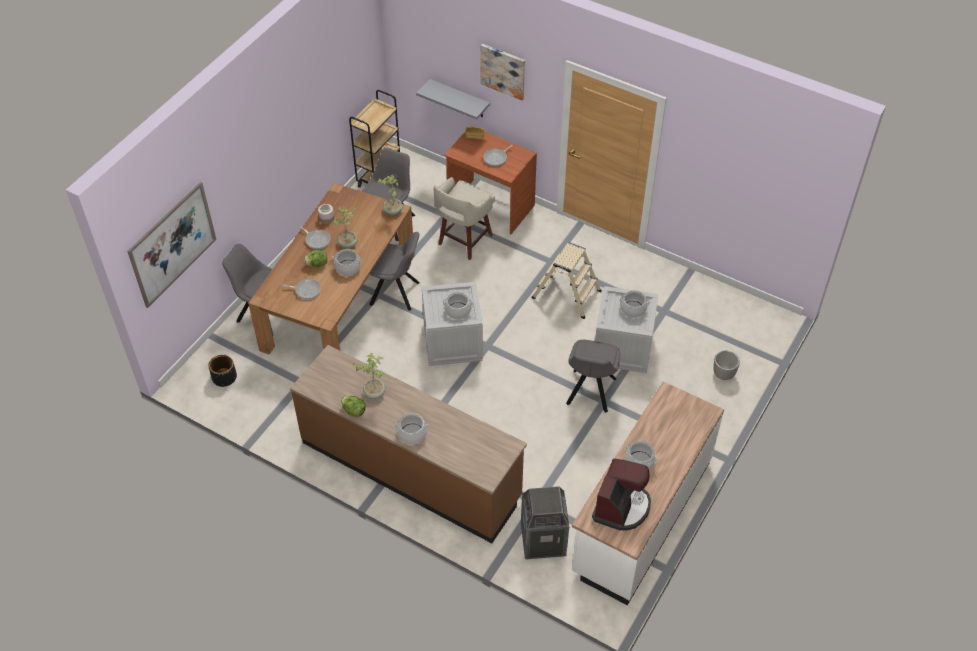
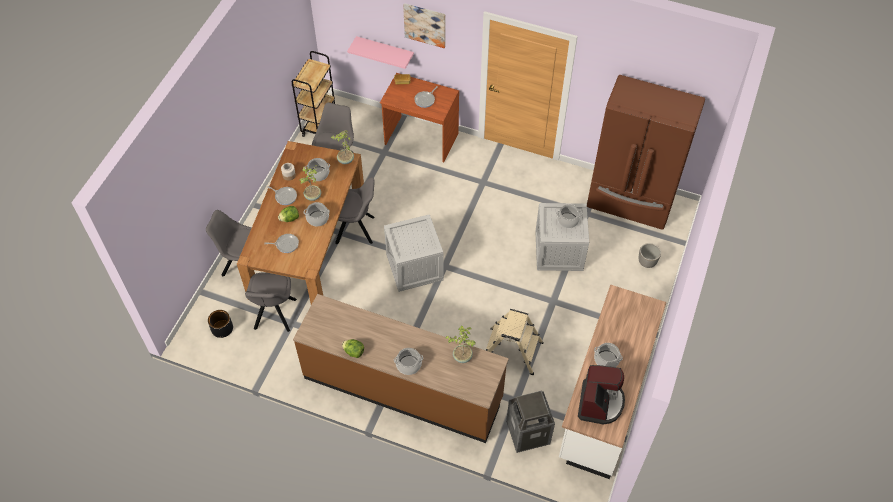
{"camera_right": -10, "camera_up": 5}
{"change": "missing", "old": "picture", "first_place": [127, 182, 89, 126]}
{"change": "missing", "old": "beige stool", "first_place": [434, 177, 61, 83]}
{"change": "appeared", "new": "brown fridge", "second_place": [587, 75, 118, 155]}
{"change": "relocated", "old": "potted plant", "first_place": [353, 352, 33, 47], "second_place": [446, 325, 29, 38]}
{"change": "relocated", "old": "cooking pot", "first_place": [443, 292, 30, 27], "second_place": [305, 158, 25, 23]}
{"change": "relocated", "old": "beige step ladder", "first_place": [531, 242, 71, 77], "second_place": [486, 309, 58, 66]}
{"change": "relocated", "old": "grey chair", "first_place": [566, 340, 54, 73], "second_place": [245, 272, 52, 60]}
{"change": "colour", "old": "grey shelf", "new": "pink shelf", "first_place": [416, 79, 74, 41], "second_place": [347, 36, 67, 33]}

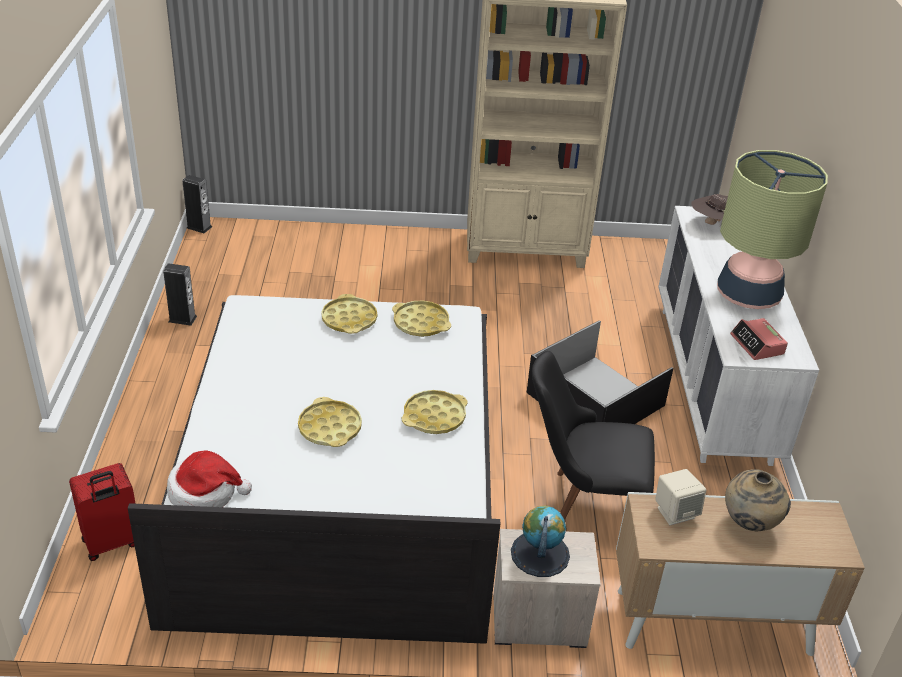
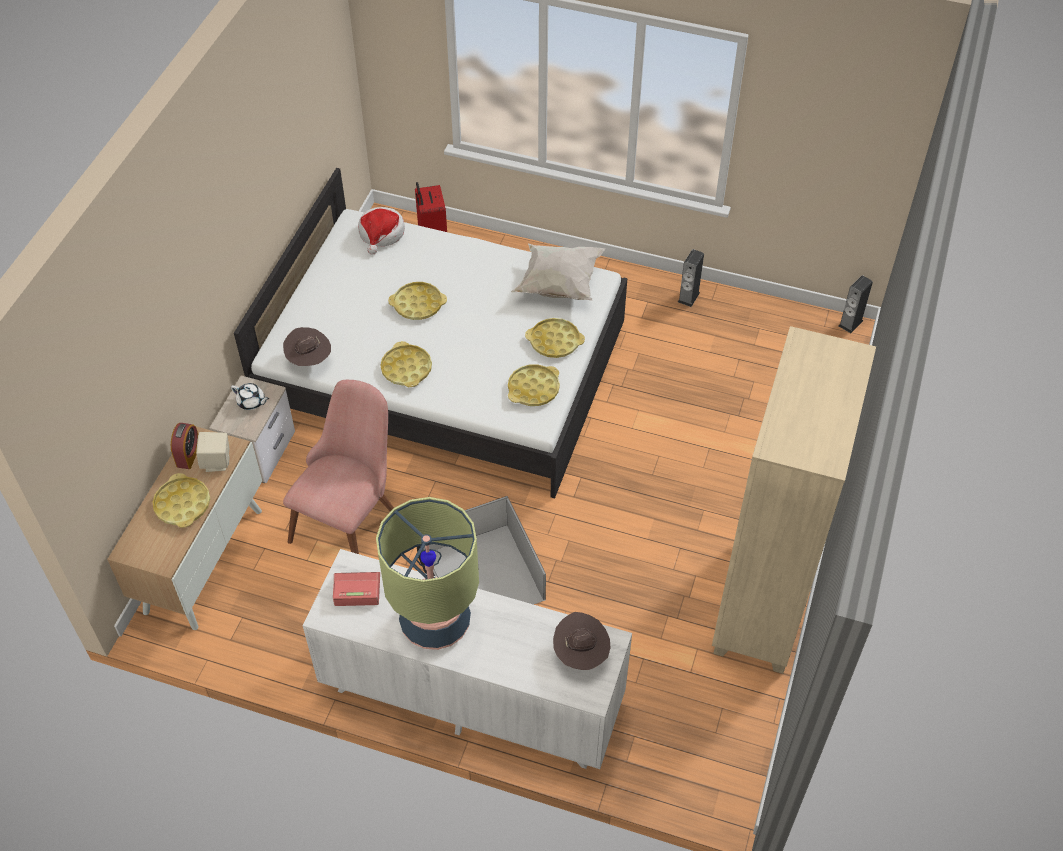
{"camera_right": 110, "camera_up": 15}
{"change": "appeared", "new": "alarm clock", "second_place": [171, 423, 27, 46]}
{"change": "appeared", "new": "brown hat", "second_place": [283, 327, 48, 39]}
{"change": "appeared", "new": "white pillow", "second_place": [511, 243, 94, 58]}
{"change": "exchanged", "old": "globe", "new": "white teapot", "first_place": [511, 506, 59, 71], "second_place": [231, 383, 38, 27]}
{"change": "exchanged", "old": "beige vase", "new": "yellow tray", "first_place": [725, 469, 66, 62], "second_place": [152, 473, 58, 55]}
{"change": "colour", "old": "black chair", "new": "pink chair", "first_place": [532, 351, 123, 169], "second_place": [283, 380, 111, 174]}

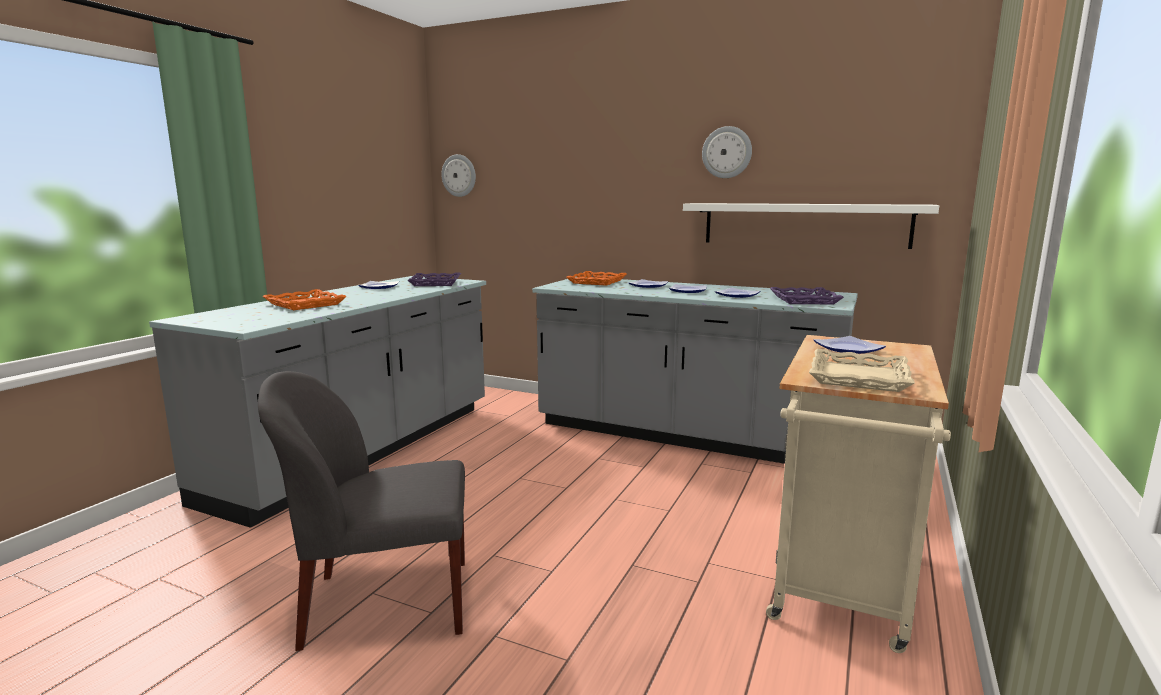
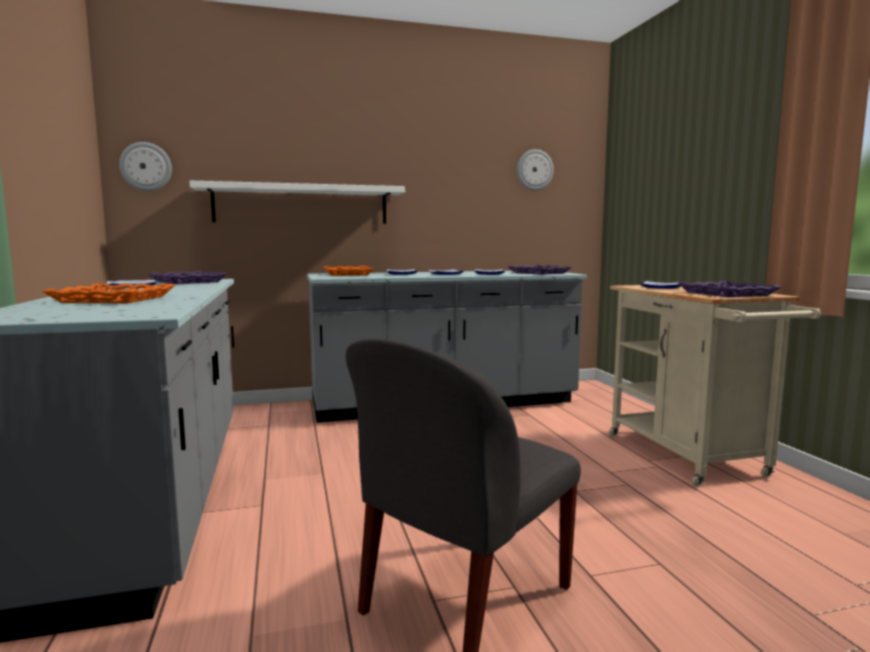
{"camera_right": -40, "camera_up": -5}
{"change": "relocated", "old": "white shelf", "first_place": [683, 203, 256, 46], "second_place": [189, 181, 216, 43]}
{"change": "relocated", "old": "wall clock", "first_place": [702, 126, 50, 52], "second_place": [517, 149, 37, 42]}
{"change": "colour", "old": "beige tray", "new": "purple tray", "first_place": [809, 349, 106, 43], "second_place": [678, 281, 103, 16]}

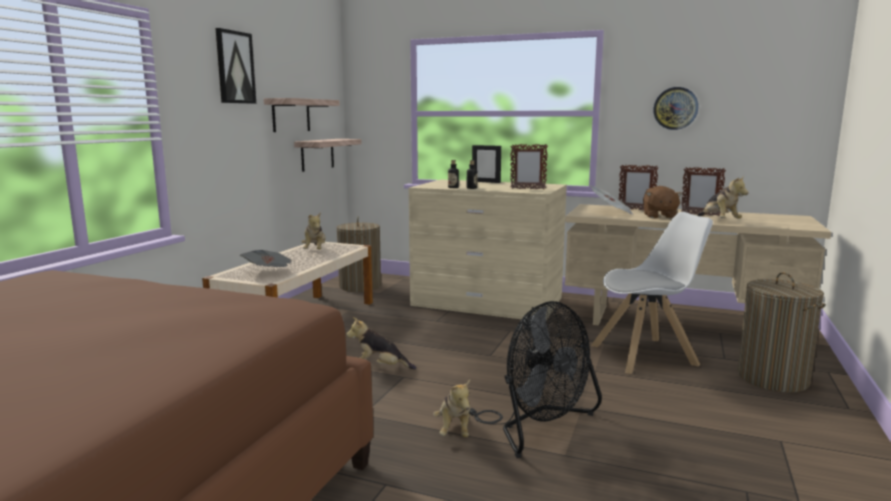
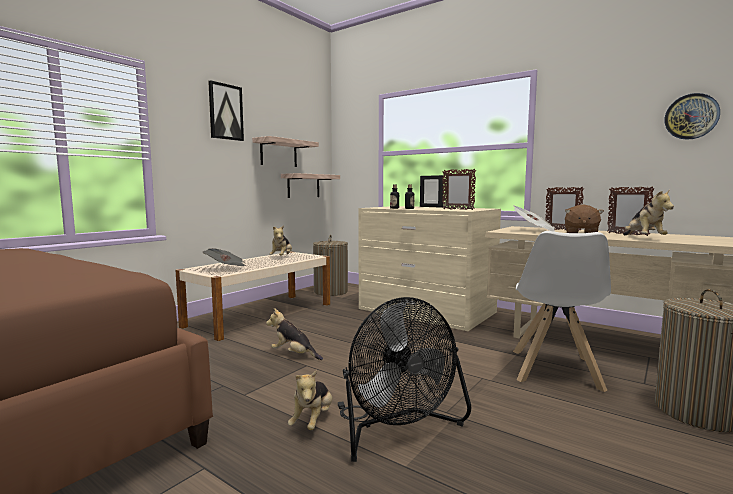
{"camera_right": 15, "camera_up": -5}
{"change": "relocated", "old": "wall clock", "first_place": [654, 87, 44, 43], "second_place": [664, 93, 56, 47]}
{"change": "spun", "old": "chair", "first_place": [591, 212, 122, 162], "second_place": [513, 231, 98, 161], "degrees": 105}

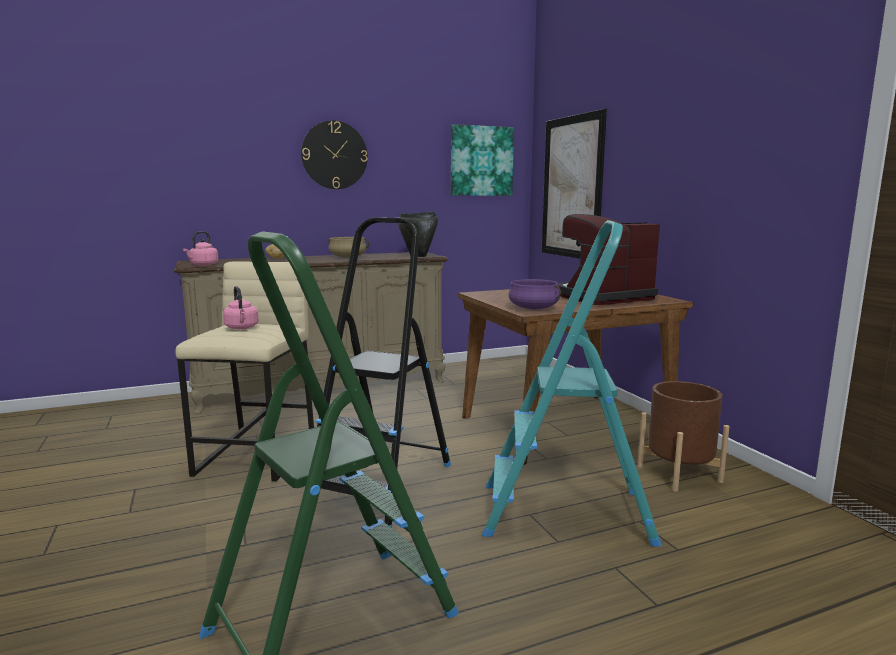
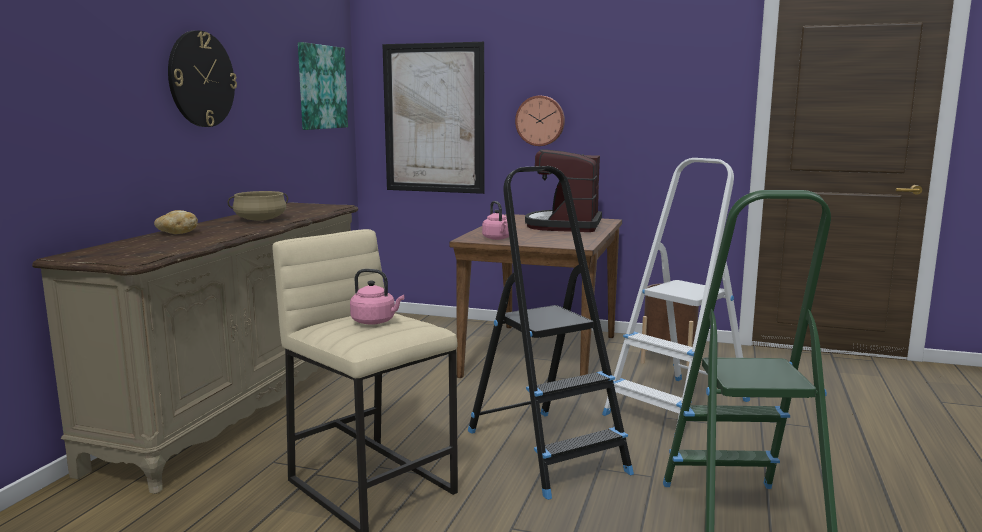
{"camera_right": -50, "camera_up": 0}
{"change": "missing", "old": "black cooking pot", "first_place": [398, 212, 40, 45]}
{"change": "missing", "old": "purple cooking pot", "first_place": [508, 279, 53, 30]}
{"change": "appeared", "new": "wall clock", "second_place": [515, 96, 50, 50]}
{"change": "relocated", "old": "pink kettle", "first_place": [183, 231, 35, 35], "second_place": [482, 201, 27, 39]}
{"change": "colour", "old": "turquoise step ladder", "new": "white step ladder", "first_place": [482, 220, 180, 327], "second_place": [602, 158, 148, 277]}

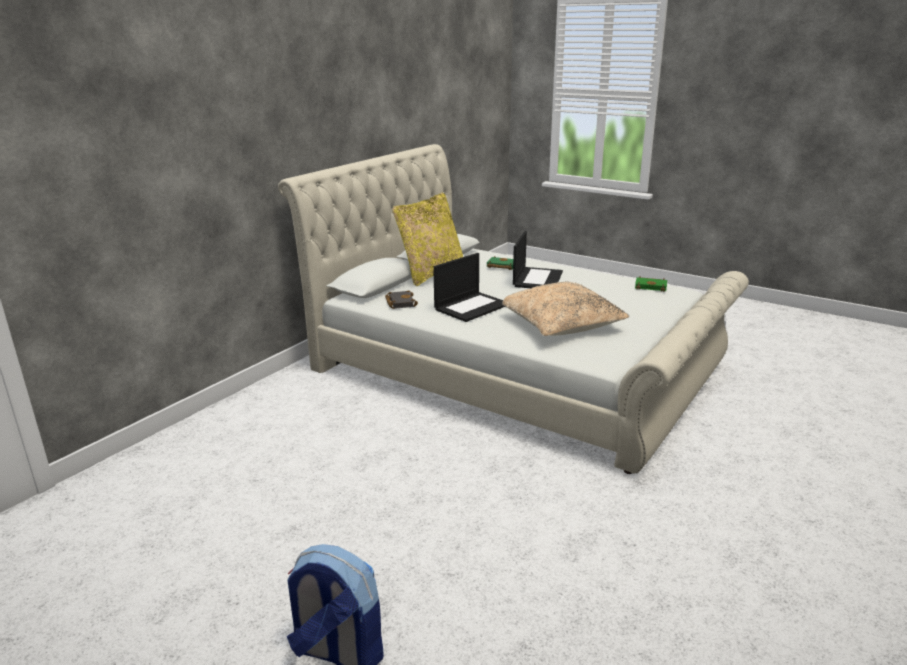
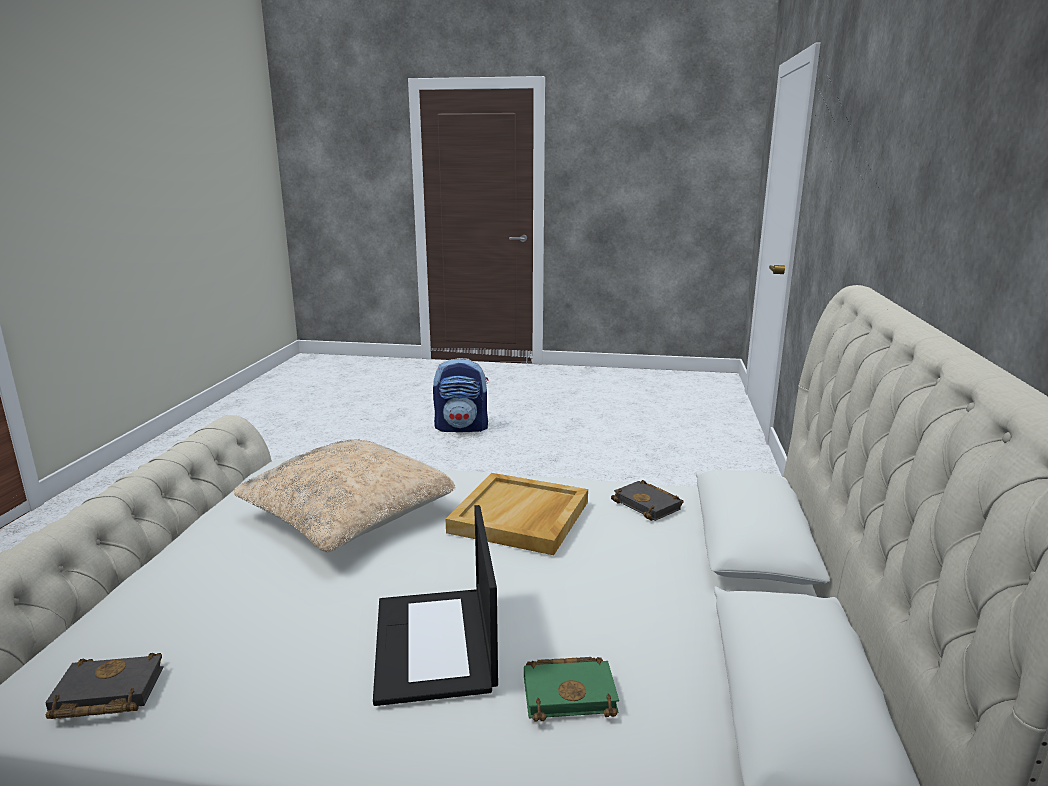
{"camera_right": 155, "camera_up": -5}
{"change": "missing", "old": "yellow pillow", "first_place": [392, 192, 71, 94]}
{"change": "exchanged", "old": "laptop", "new": "beige tray", "first_place": [433, 253, 72, 69], "second_place": [445, 473, 143, 82]}
{"change": "colour", "old": "green book", "new": "black book", "first_place": [635, 276, 32, 16], "second_place": [45, 653, 119, 66]}

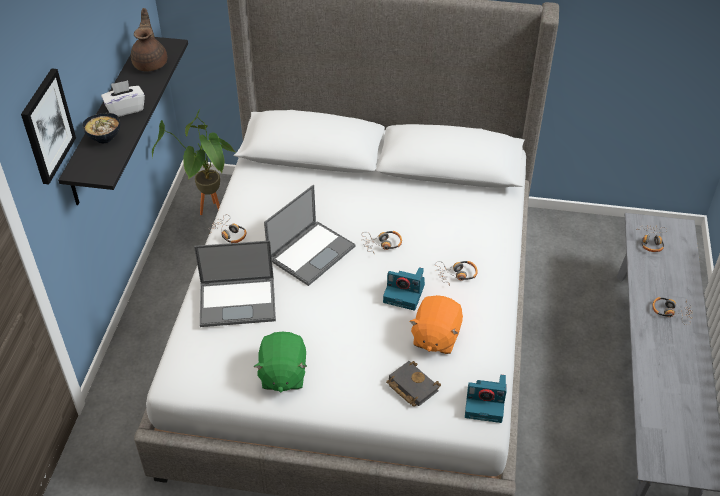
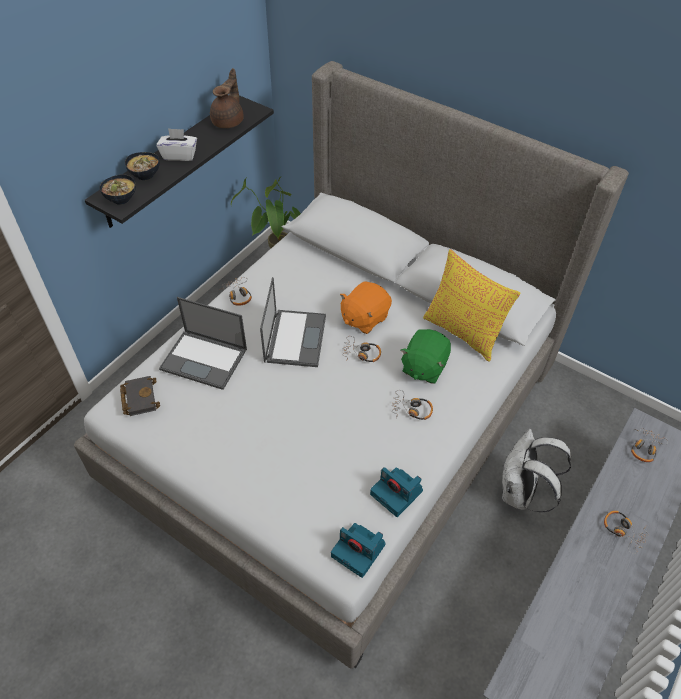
{"camera_right": 25, "camera_up": 5}
{"change": "missing", "old": "picture", "first_place": [21, 68, 55, 116]}
{"change": "appeared", "new": "bowl", "second_place": [99, 174, 37, 31]}
{"change": "appeared", "new": "yellow pillow", "second_place": [423, 249, 97, 113]}
{"change": "appeared", "new": "white backpack", "second_place": [502, 429, 69, 83]}
{"change": "relocated", "old": "green plush toy", "first_place": [254, 332, 53, 60], "second_place": [400, 329, 51, 54]}
{"change": "relocated", "old": "photo camera", "first_place": [383, 267, 42, 44], "second_place": [370, 467, 53, 50]}
{"change": "relocated", "old": "black book", "first_place": [386, 361, 55, 46], "second_place": [120, 376, 40, 40]}
{"change": "relocated", "old": "orange plush toy", "first_place": [409, 295, 54, 59], "second_place": [340, 281, 52, 53]}
{"change": "spun", "old": "laptop", "first_place": [264, 185, 91, 101], "second_place": [260, 277, 66, 90], "degrees": -60}

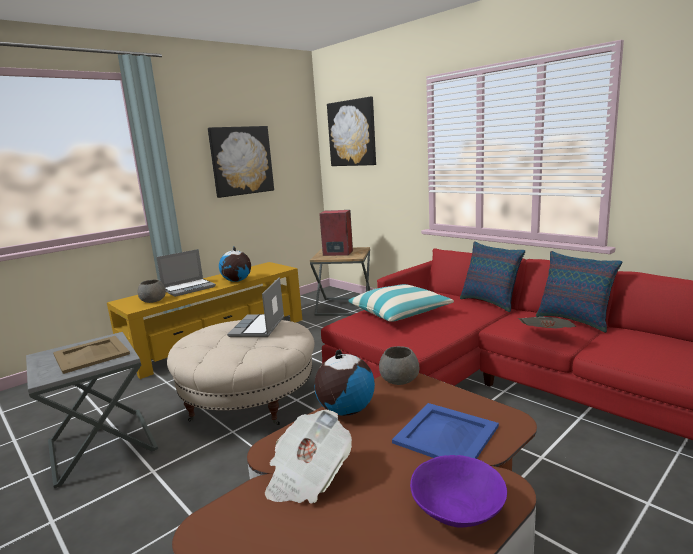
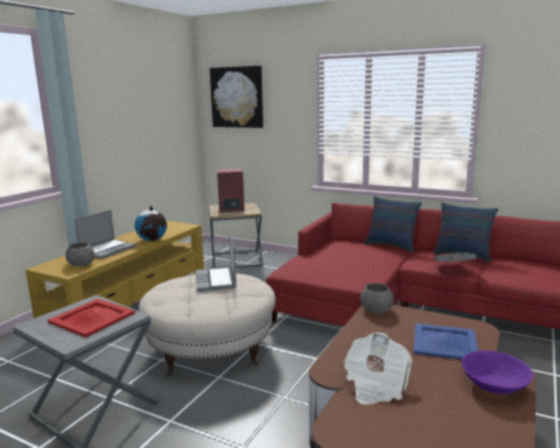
{"camera_right": -20, "camera_up": 0}
{"change": "missing", "old": "picture", "first_place": [208, 126, 66, 72]}
{"change": "missing", "old": "globe", "first_place": [314, 350, 61, 66]}
{"change": "missing", "old": "pillow", "first_place": [348, 284, 106, 38]}
{"change": "colour", "old": "beige tray", "new": "red tray", "first_place": [53, 336, 77, 38], "second_place": [48, 299, 87, 38]}

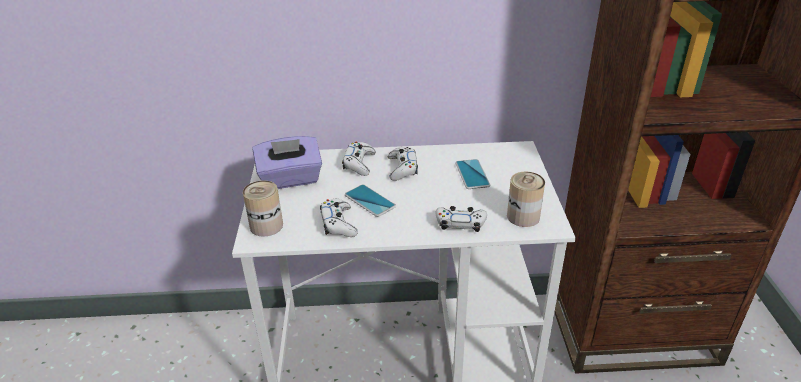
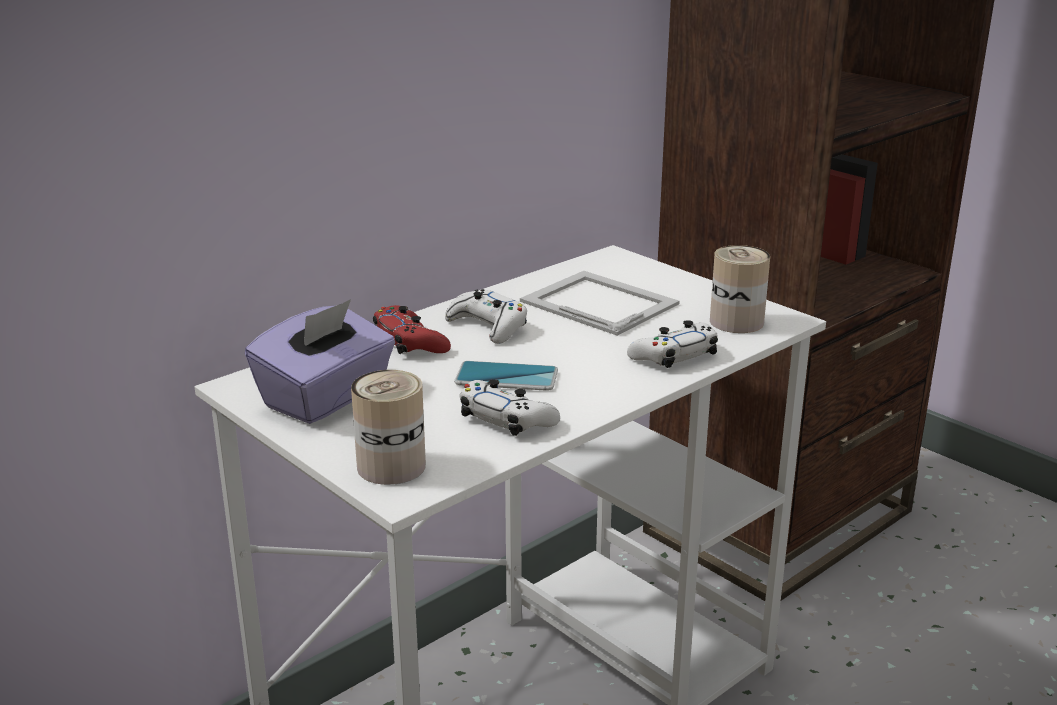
{"camera_right": -40, "camera_up": -10}
{"change": "exchanged", "old": "phone", "new": "picture frame", "first_place": [455, 159, 35, 30], "second_place": [520, 271, 160, 65]}
{"change": "colour", "old": "white game controller", "new": "red game controller", "first_place": [342, 142, 34, 34], "second_place": [373, 305, 78, 49]}

